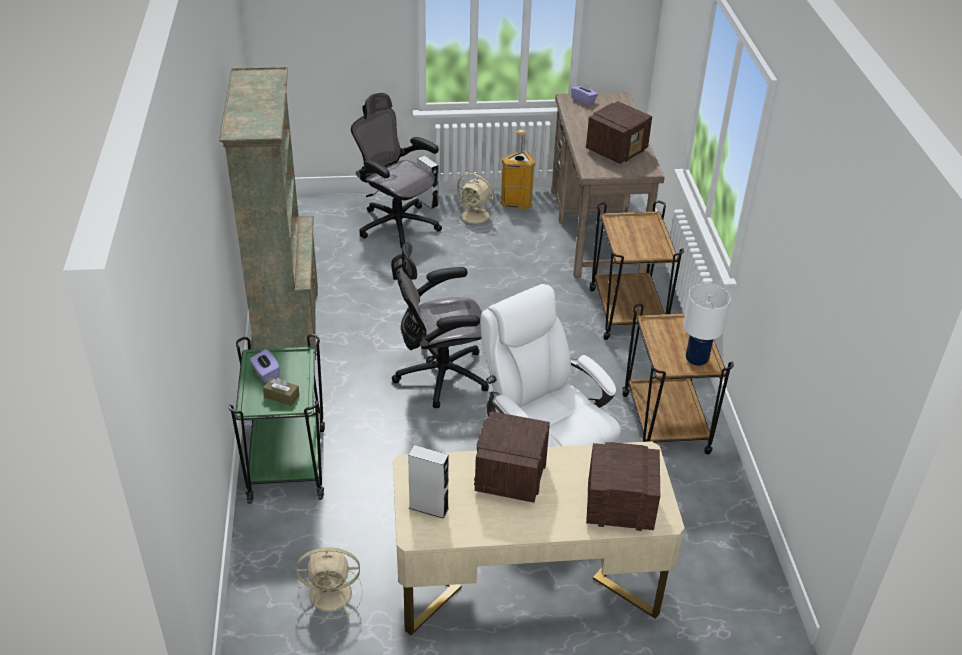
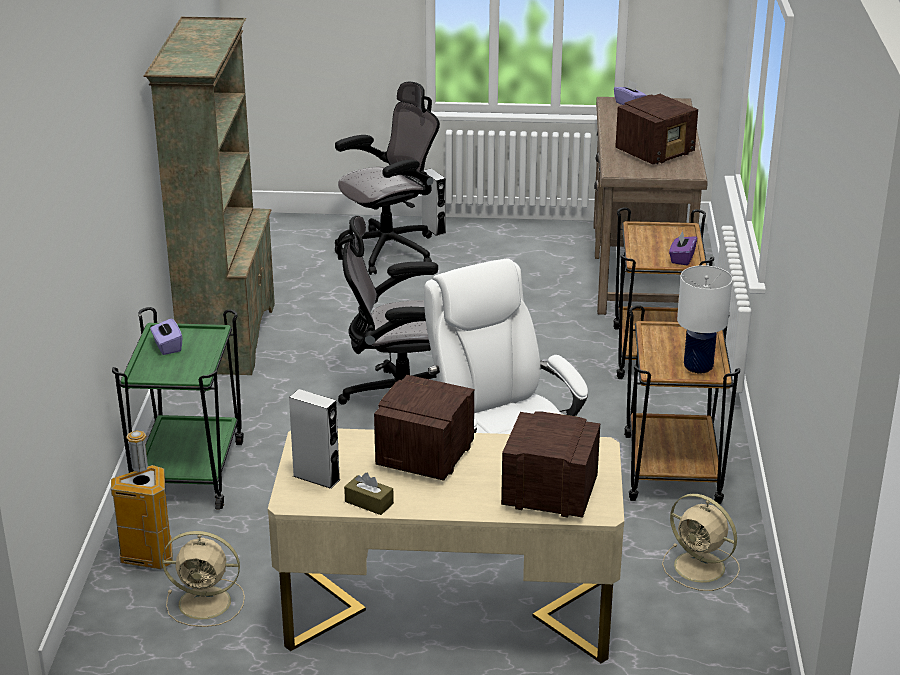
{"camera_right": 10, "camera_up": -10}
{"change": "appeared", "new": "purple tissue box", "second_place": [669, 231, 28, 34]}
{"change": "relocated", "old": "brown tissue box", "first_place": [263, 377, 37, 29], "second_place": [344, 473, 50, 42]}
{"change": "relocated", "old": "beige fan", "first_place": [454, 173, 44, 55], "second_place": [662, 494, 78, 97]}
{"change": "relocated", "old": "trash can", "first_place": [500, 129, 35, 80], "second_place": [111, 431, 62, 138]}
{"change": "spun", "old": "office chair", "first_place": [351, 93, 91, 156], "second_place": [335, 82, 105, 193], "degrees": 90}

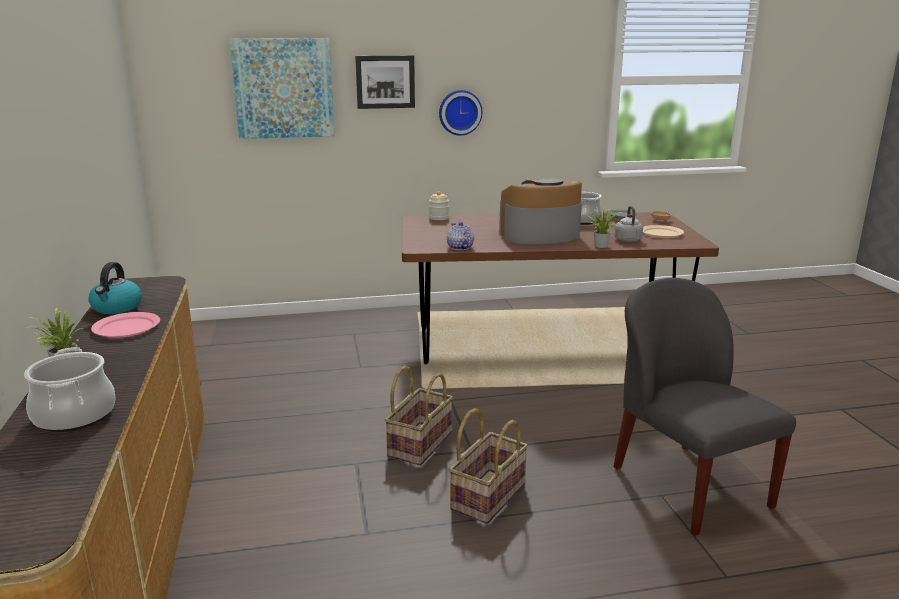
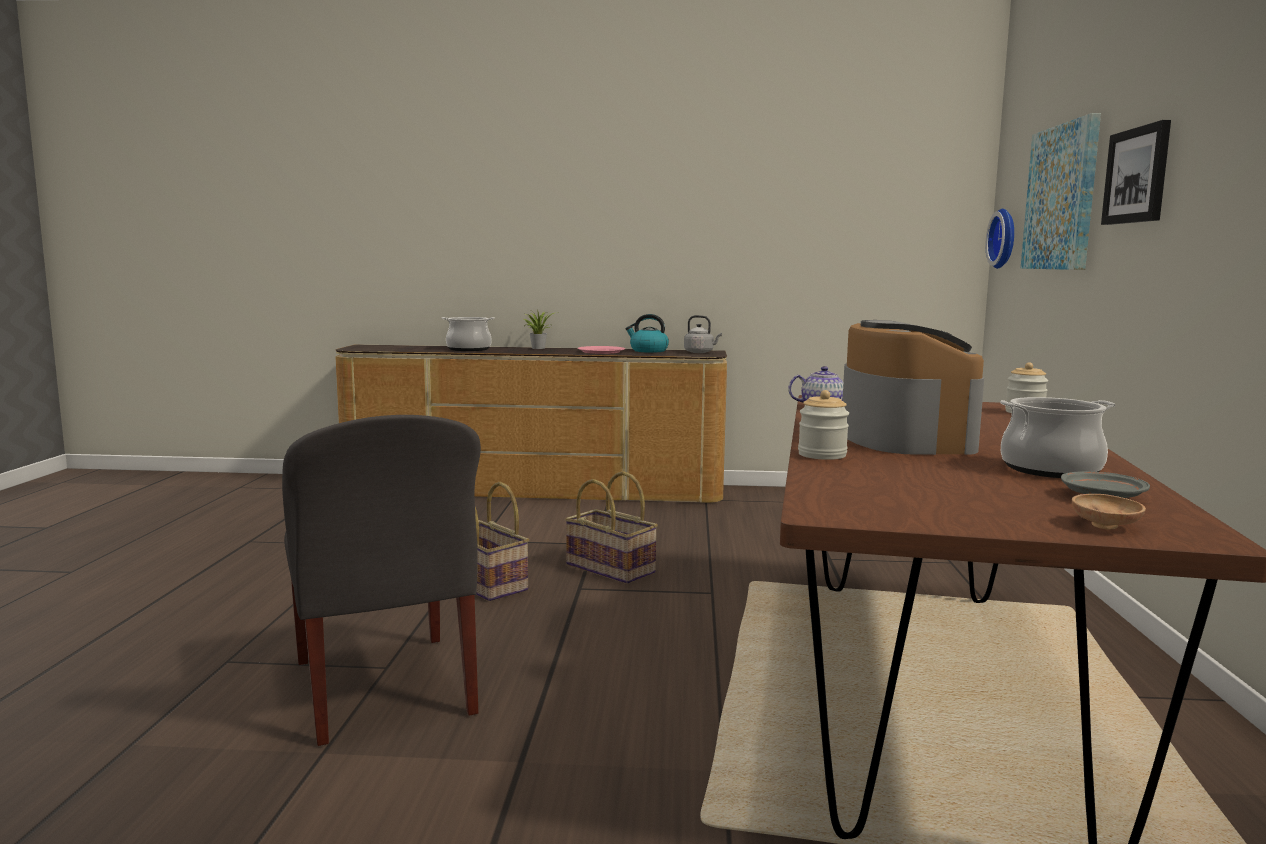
{"camera_right": 105, "camera_up": -10}
{"change": "missing", "old": "beige plate", "first_place": [643, 225, 41, 13]}
{"change": "relocated", "old": "wall clock", "first_place": [439, 90, 43, 46], "second_place": [986, 209, 28, 60]}
{"change": "relocated", "old": "grey kettle", "first_place": [614, 206, 29, 36], "second_place": [684, 315, 38, 38]}
{"change": "exchanged", "old": "potted plant", "new": "jar", "first_place": [588, 209, 34, 39], "second_place": [798, 390, 51, 70]}
{"change": "spun", "old": "grey chair", "first_place": [614, 278, 182, 258], "second_place": [282, 415, 199, 331], "degrees": 75}

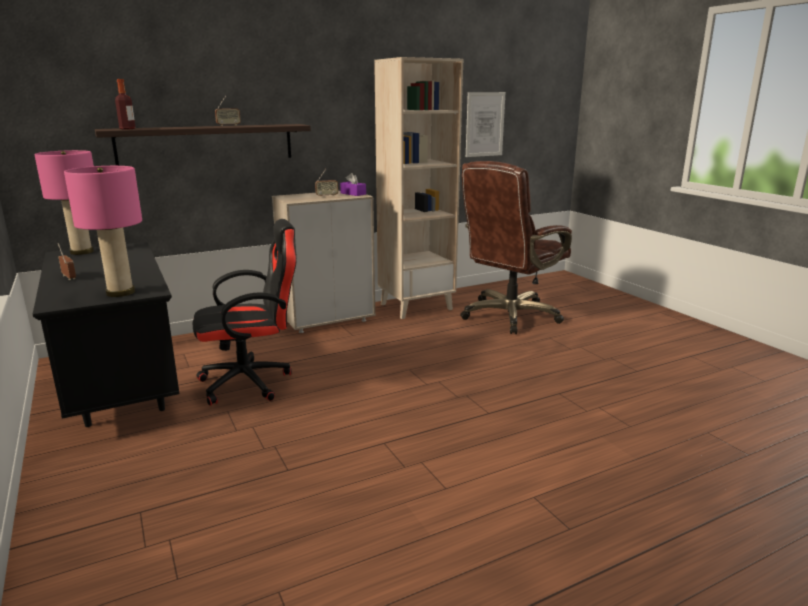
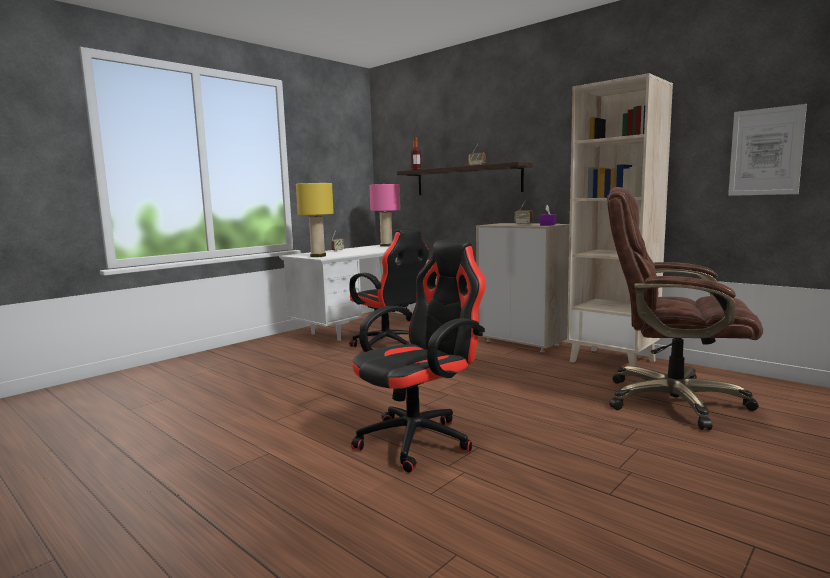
{"camera_right": 70, "camera_up": -10}
{"change": "appeared", "new": "black office chair", "second_place": [351, 240, 135, 233]}
{"change": "colour", "old": "black desk", "new": "white desk", "first_place": [33, 242, 146, 185], "second_place": [279, 245, 135, 96]}
{"change": "colour", "old": "pink table lamp", "new": "yellow table lamp", "first_place": [64, 166, 78, 131], "second_place": [296, 183, 38, 74]}

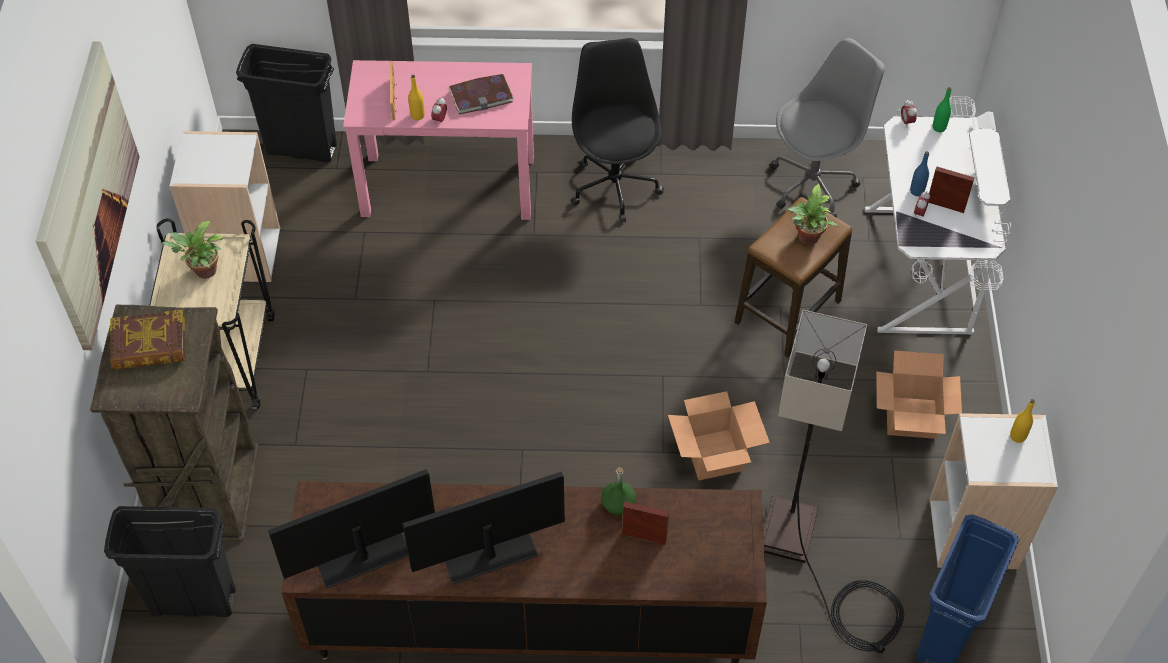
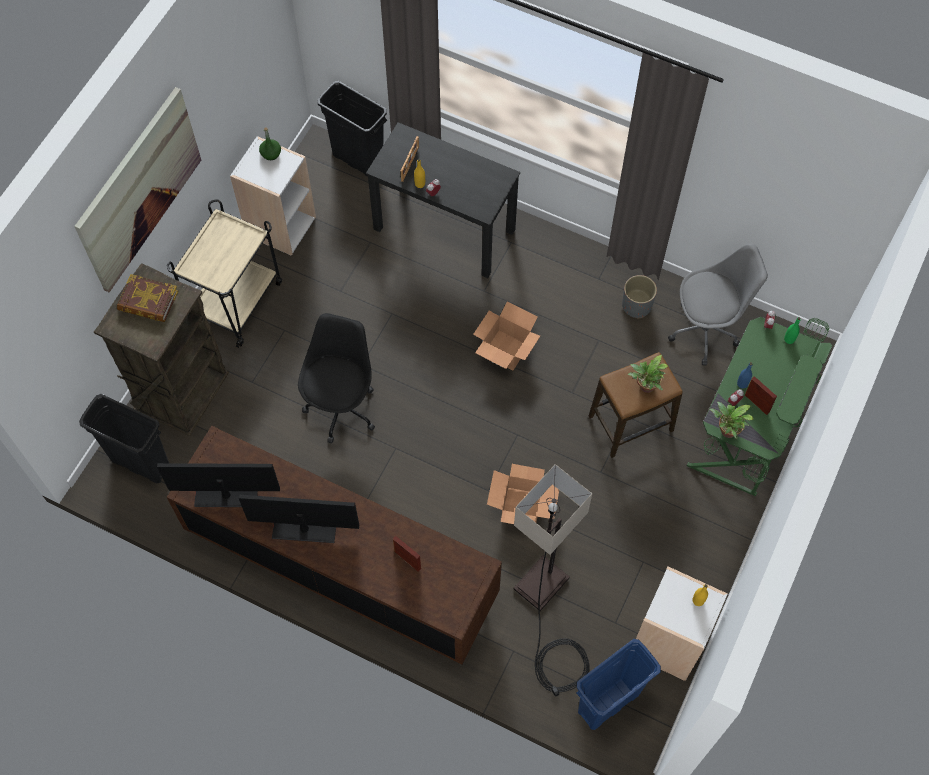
{"camera_right": 25, "camera_up": 10}
{"change": "missing", "old": "book", "first_place": [449, 74, 65, 40]}
{"change": "appeared", "new": "grey planter", "second_place": [622, 275, 35, 44]}
{"change": "relocated", "old": "potted plant", "first_place": [161, 221, 63, 58], "second_place": [710, 402, 44, 37]}
{"change": "relocated", "old": "black office chair", "first_place": [570, 38, 94, 184], "second_place": [298, 313, 77, 131]}
{"change": "relocated", "old": "green bottle", "first_place": [601, 467, 35, 48], "second_place": [259, 127, 22, 33]}
{"change": "relocated", "old": "cardboard box", "first_place": [876, 350, 86, 89], "second_place": [473, 301, 67, 69]}
{"change": "colour", "old": "pink desk", "new": "black desk", "first_place": [343, 60, 191, 160], "second_place": [366, 122, 154, 156]}
{"change": "colour", "old": "white desk", "new": "green desk", "first_place": [865, 97, 146, 237], "second_place": [687, 312, 145, 184]}

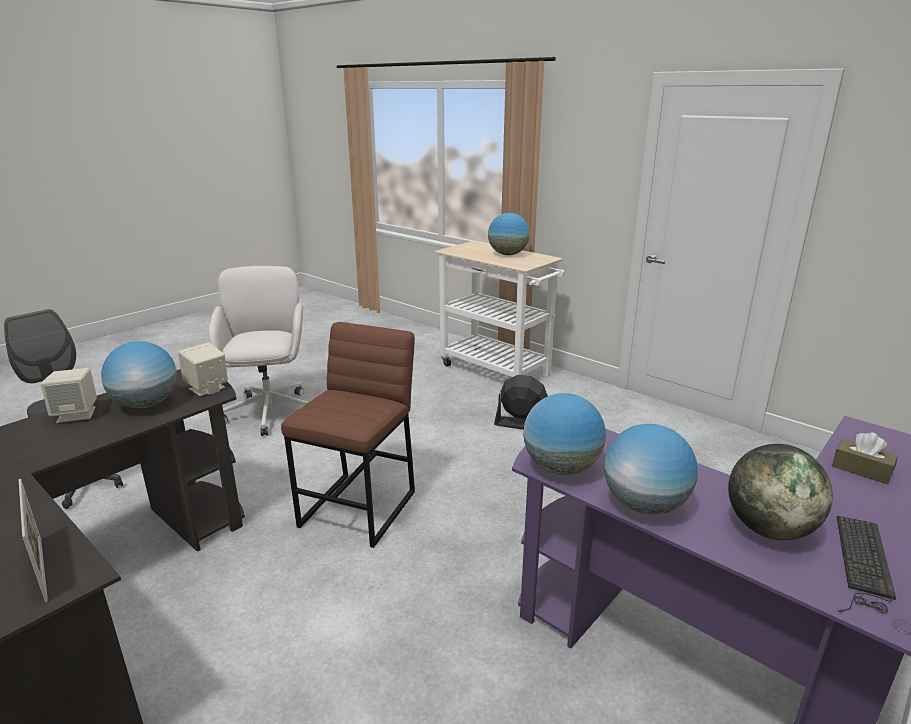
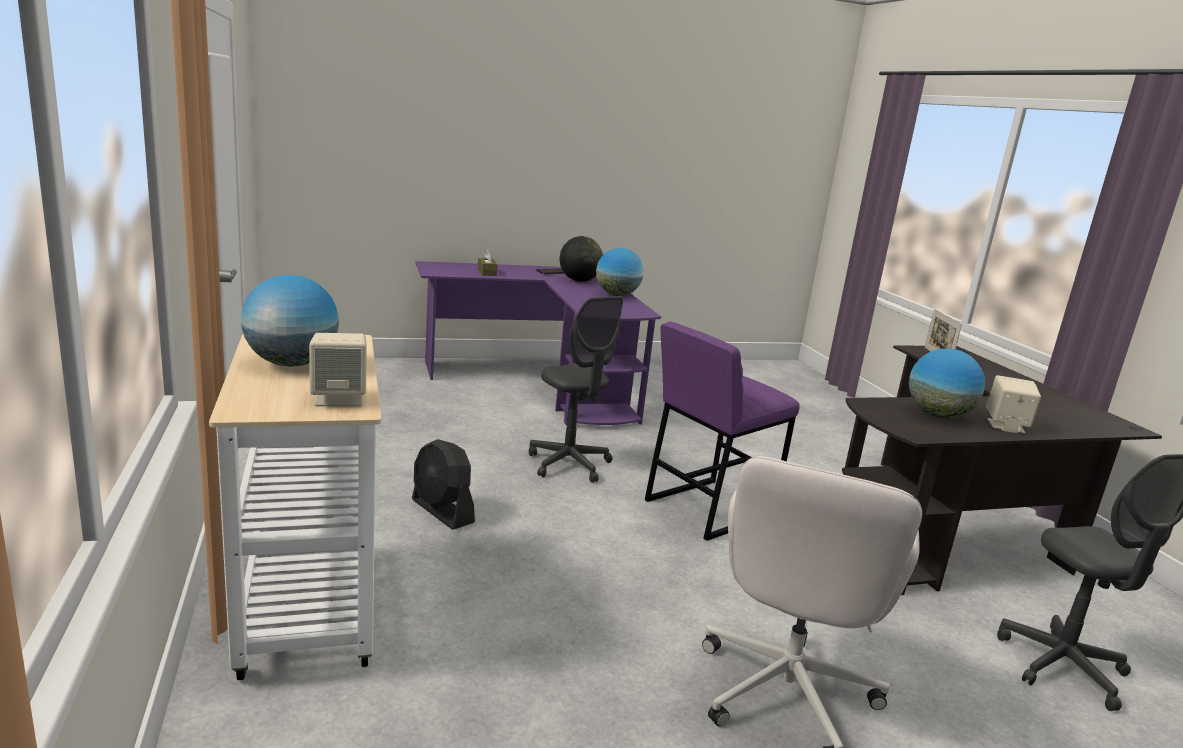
{"camera_right": -150, "camera_up": -5}
{"change": "missing", "old": "globe", "first_place": [523, 393, 83, 82]}
{"change": "appeared", "new": "grey office chair", "second_place": [529, 296, 95, 187]}
{"change": "relocated", "old": "beige speaker", "first_place": [178, 342, 50, 54], "second_place": [309, 333, 58, 73]}
{"change": "colour", "old": "brown chair", "new": "purple chair", "first_place": [281, 322, 134, 226], "second_place": [645, 322, 155, 219]}

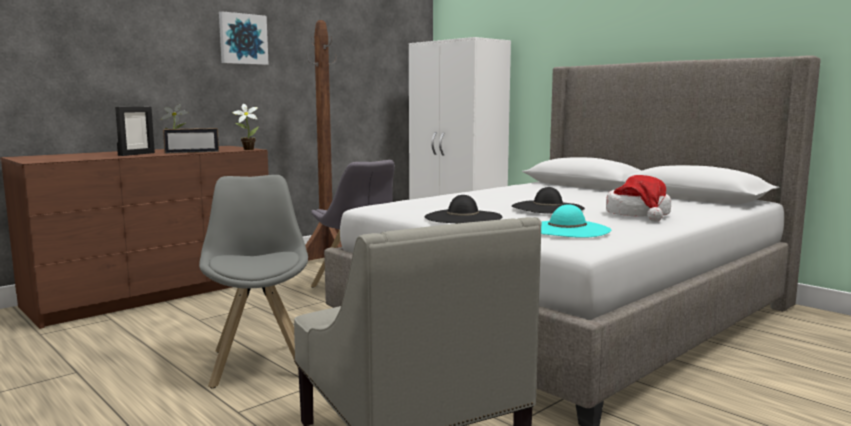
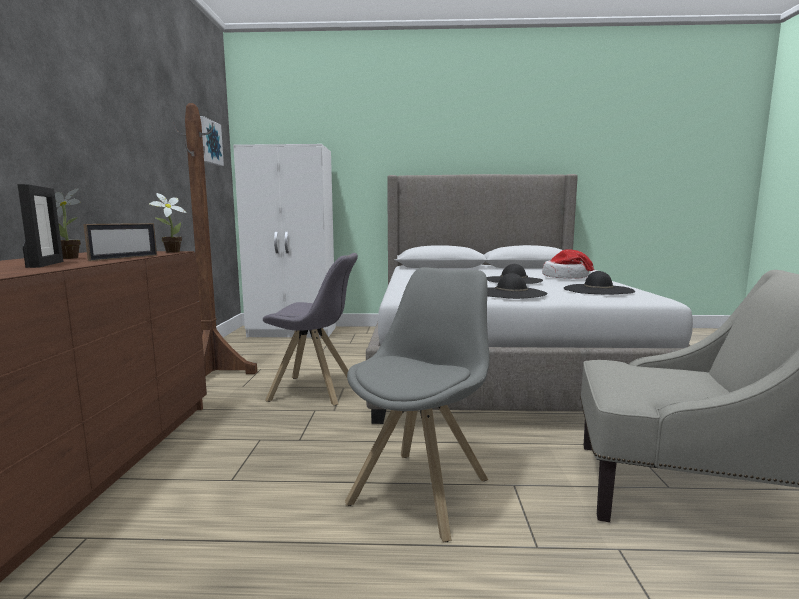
{"camera_right": -45, "camera_up": 0}
{"change": "relocated", "old": "picture", "first_place": [219, 11, 50, 54], "second_place": [200, 116, 24, 50]}
{"change": "colour", "old": "turquoise hat", "new": "black hat", "first_place": [541, 204, 71, 34], "second_place": [564, 271, 71, 24]}
{"change": "spun", "old": "grey chair", "first_place": [199, 175, 109, 213], "second_place": [345, 267, 145, 275], "degrees": 90}

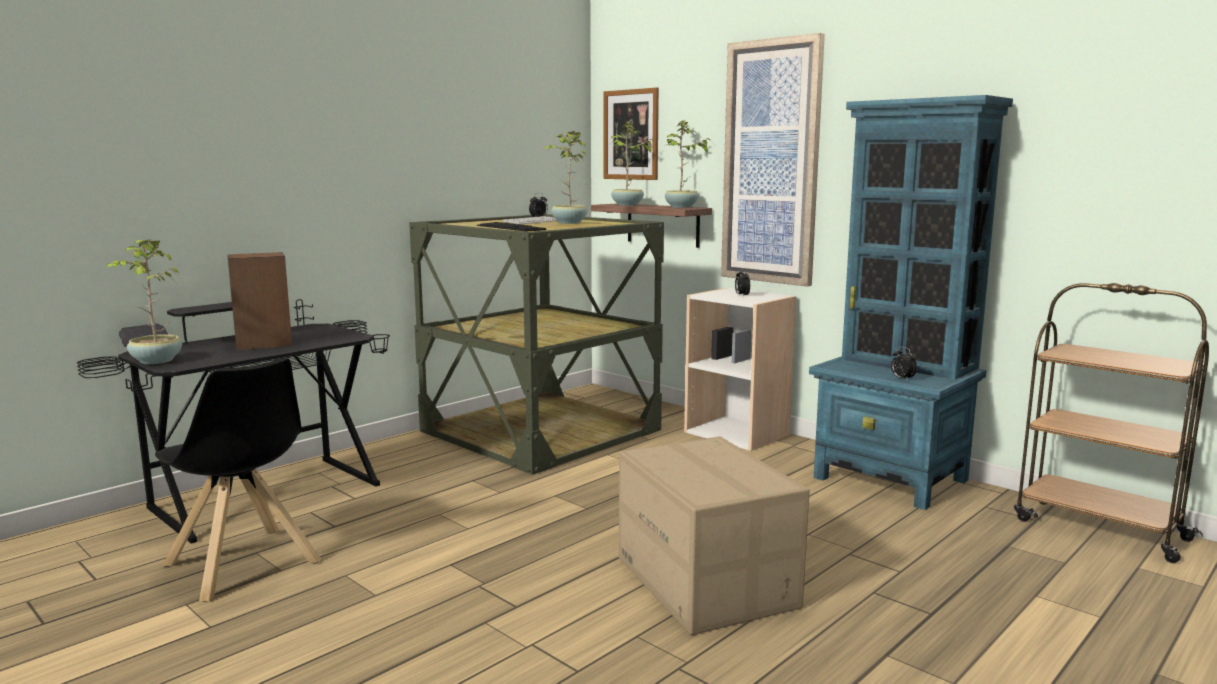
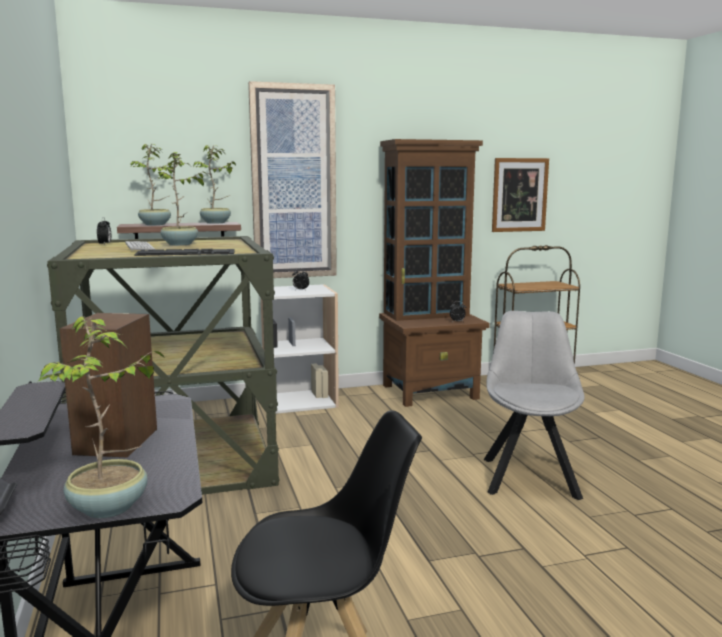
{"camera_right": -60, "camera_up": 0}
{"change": "relocated", "old": "picture", "first_place": [603, 88, 56, 92], "second_place": [492, 158, 57, 74]}
{"change": "exchanged", "old": "cardboard box", "new": "grey chair", "first_place": [619, 437, 191, 198], "second_place": [484, 311, 101, 189]}
{"change": "colour", "old": "blue cabinet", "new": "brown cabinet", "first_place": [809, 95, 204, 415], "second_place": [379, 139, 111, 268]}

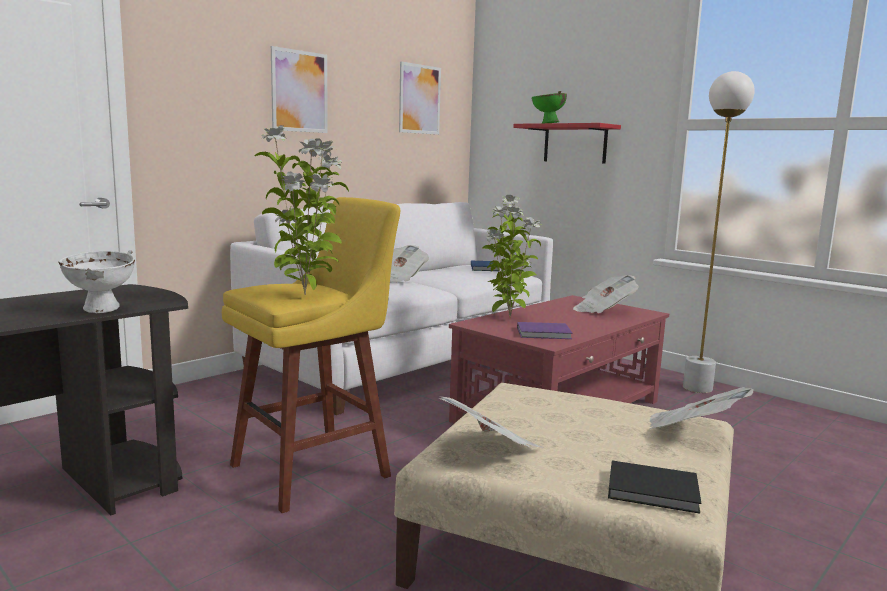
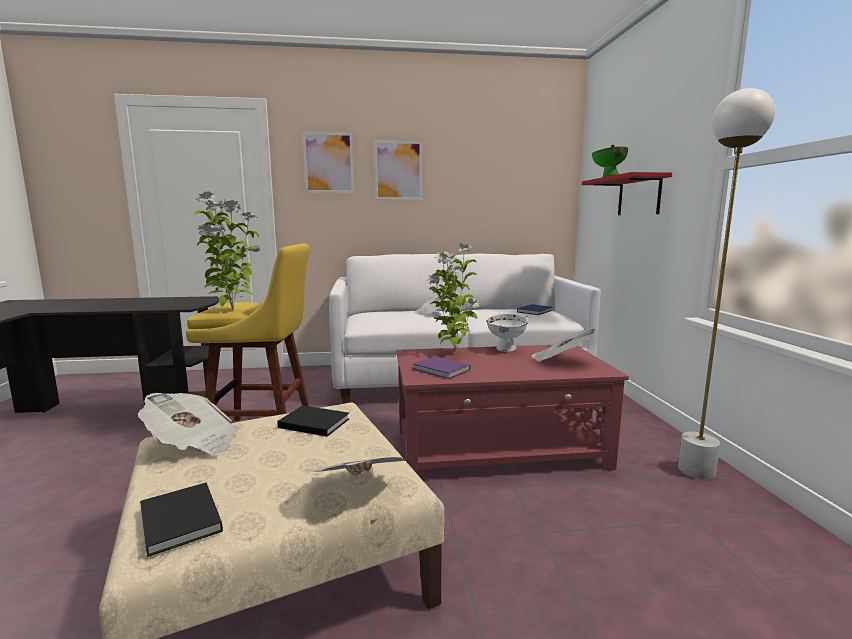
{"camera_right": 40, "camera_up": 0}
{"change": "appeared", "new": "black book", "second_place": [277, 406, 72, 31]}
{"change": "relocated", "old": "white bowl", "first_place": [58, 250, 77, 63], "second_place": [486, 314, 42, 38]}
{"change": "relocated", "old": "picture", "first_place": [399, 61, 42, 74], "second_place": [303, 132, 51, 61]}

